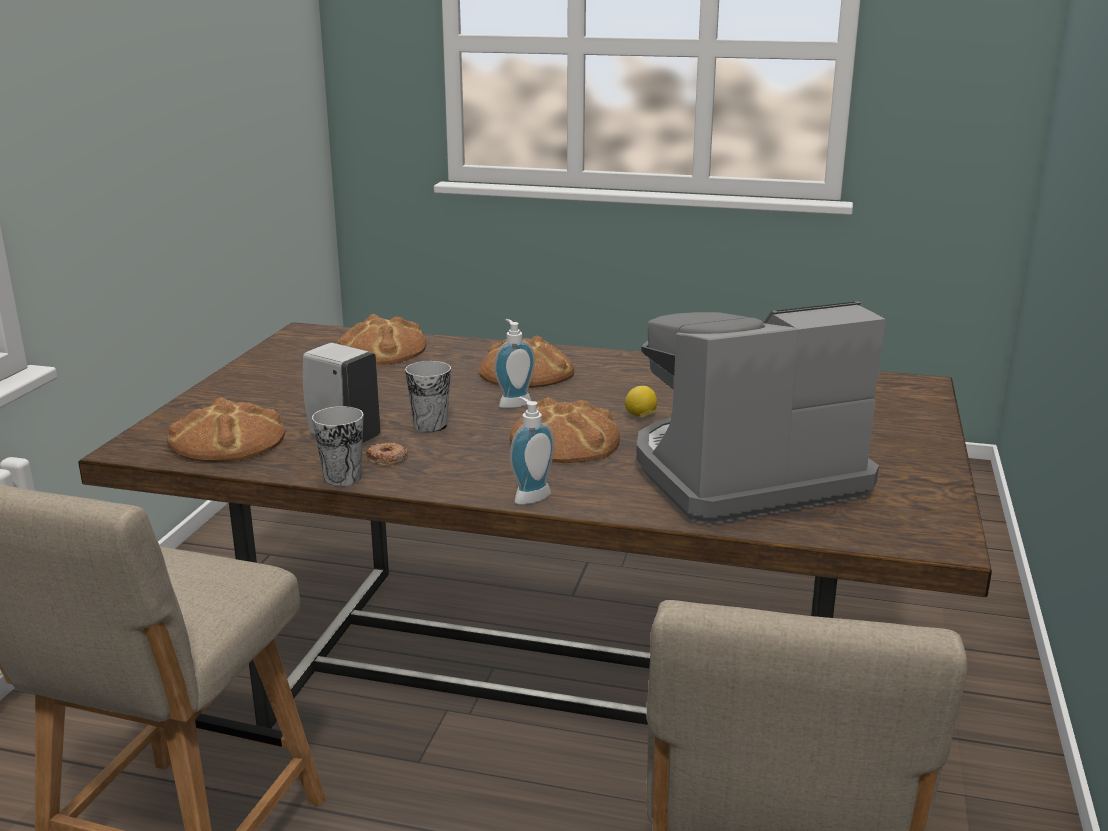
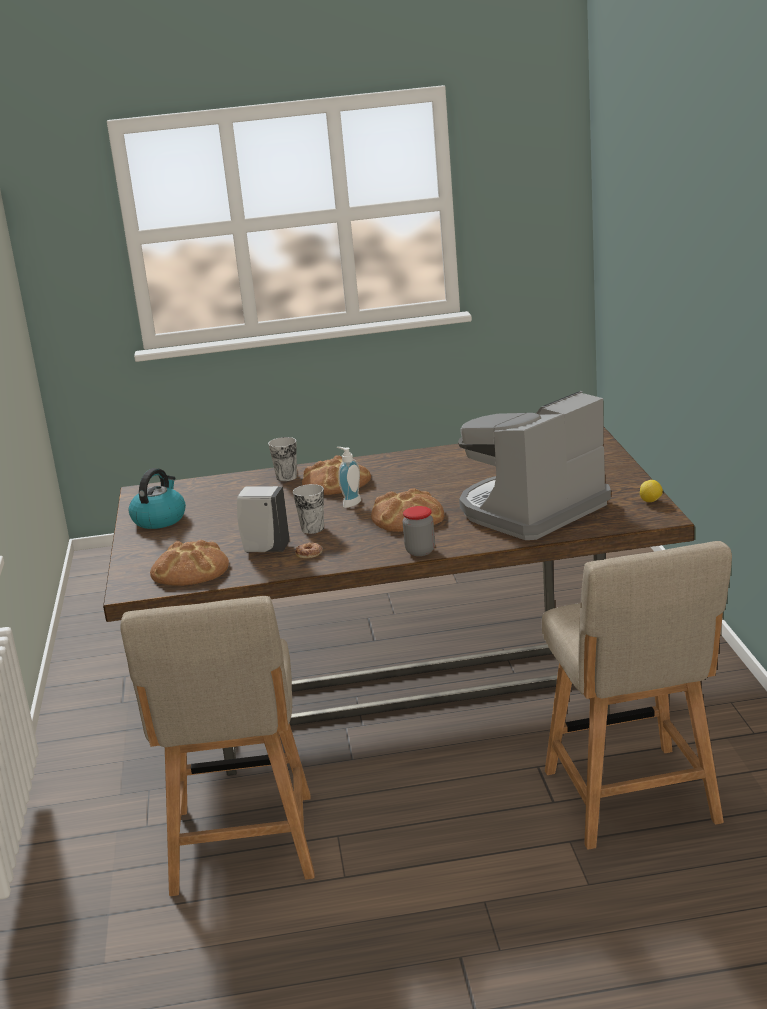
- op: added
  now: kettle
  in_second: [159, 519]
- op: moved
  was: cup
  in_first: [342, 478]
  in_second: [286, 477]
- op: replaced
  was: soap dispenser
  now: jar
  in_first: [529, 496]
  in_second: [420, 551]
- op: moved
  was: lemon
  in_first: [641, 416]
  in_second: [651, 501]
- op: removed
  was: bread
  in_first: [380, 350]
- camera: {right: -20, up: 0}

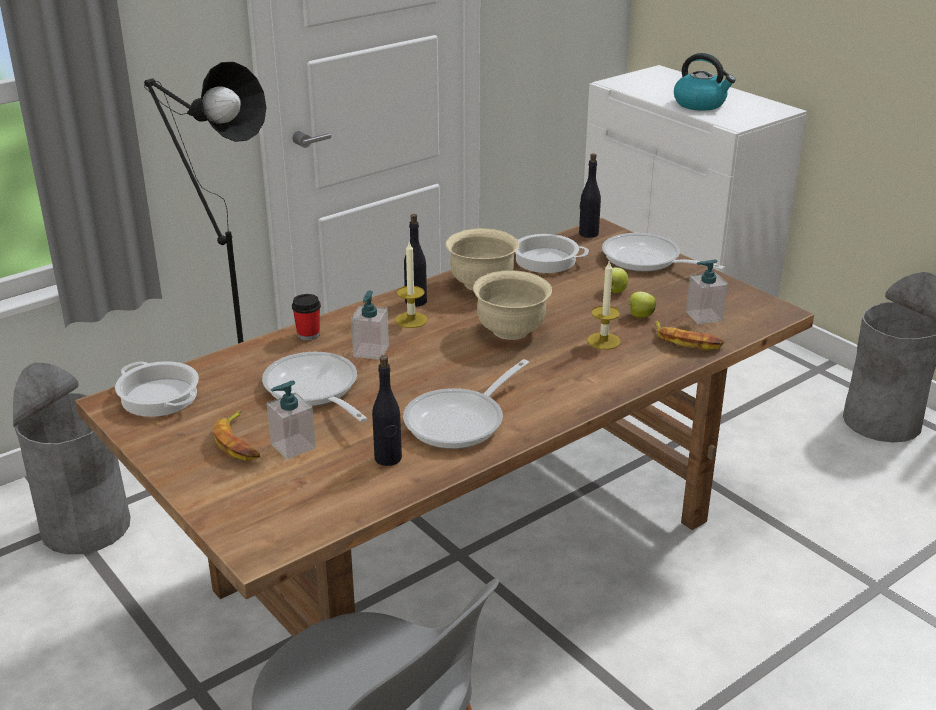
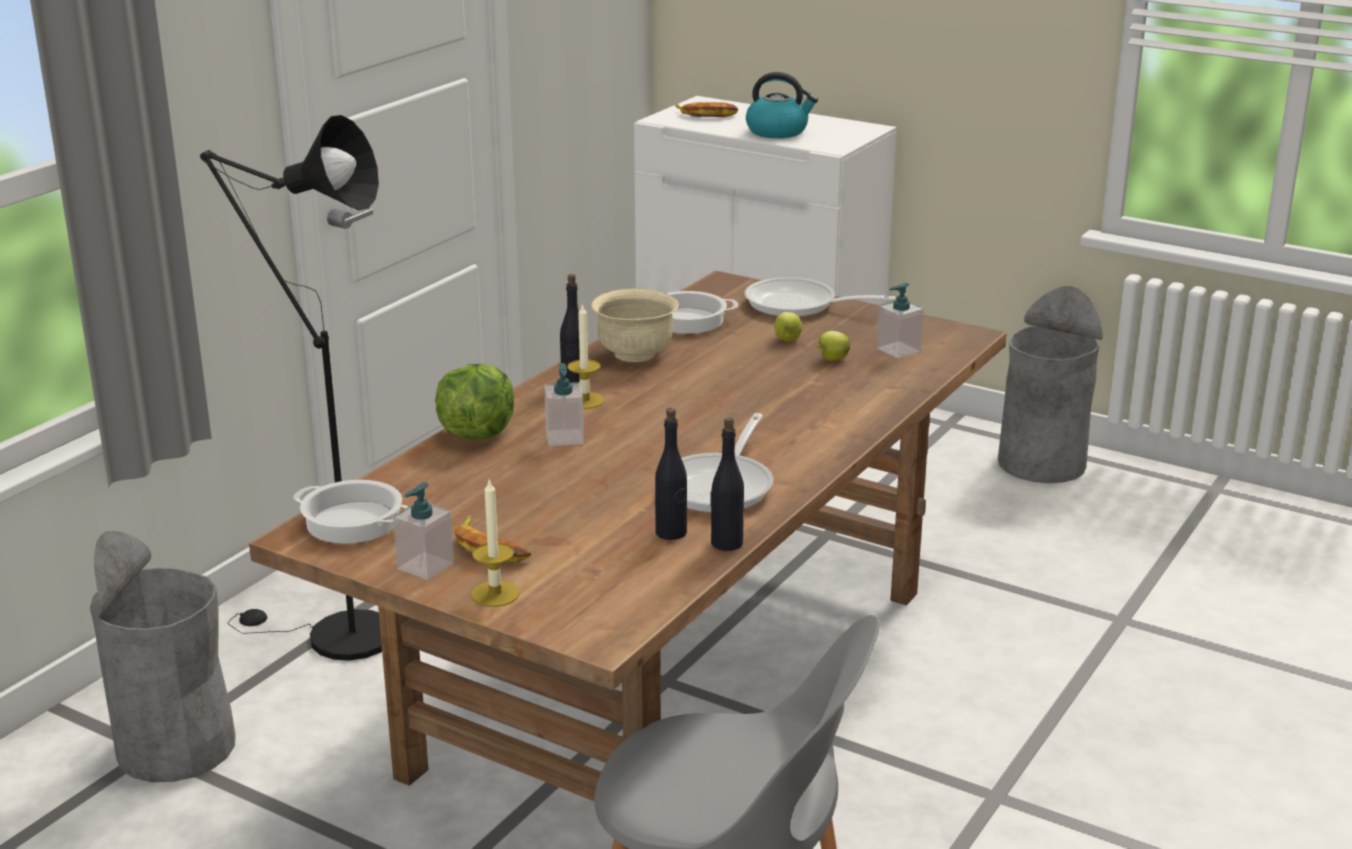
- op: moved
  was: soap dispenser
  in_first: [292, 446]
  in_second: [425, 566]
- op: replaced
  was: cup
  now: lettuce
  in_first: [308, 334]
  in_second: [477, 433]
- op: moved
  was: candle
  in_first: [603, 341]
  in_second: [495, 594]
- op: moved
  was: banana
  in_first: [686, 341]
  in_second: [706, 114]
- op: moved
  was: black bottle
  in_first: [588, 234]
  in_second: [726, 543]
- op: removed
  was: frying pan
  in_first: [314, 390]
- op: removed
  was: beige bowl
  in_first: [511, 331]
- camera: {right: -20, up: -5}

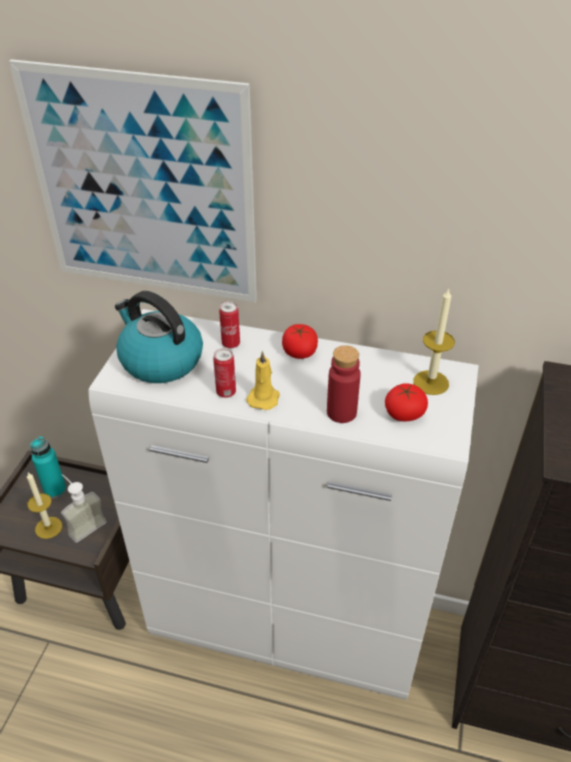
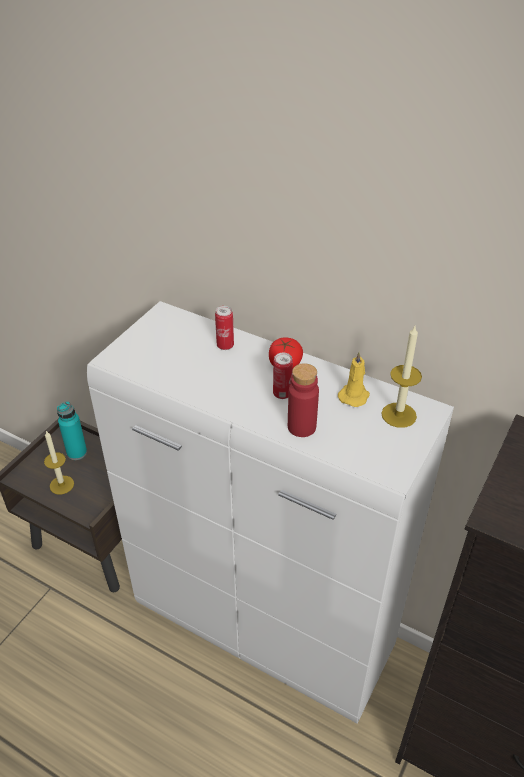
- op: moved
  was: can
  in_first: [226, 392]
  in_second: [282, 394]
- op: moved
  was: yellow candle
  in_first: [264, 397]
  in_second: [354, 395]
- op: removed
  was: picture
  in_first: [143, 188]
- op: removed
  was: soap dispenser
  in_first: [83, 524]
- op: removed
  was: kettle
  in_first: [160, 360]
- op: removed
  was: tomato
  in_first: [404, 413]
- camera: {right: 15, up: 0}

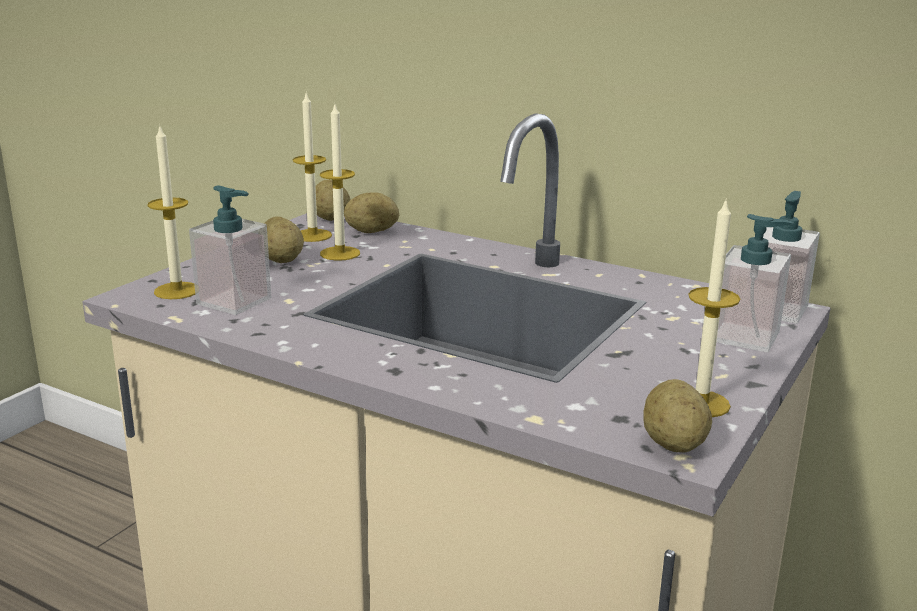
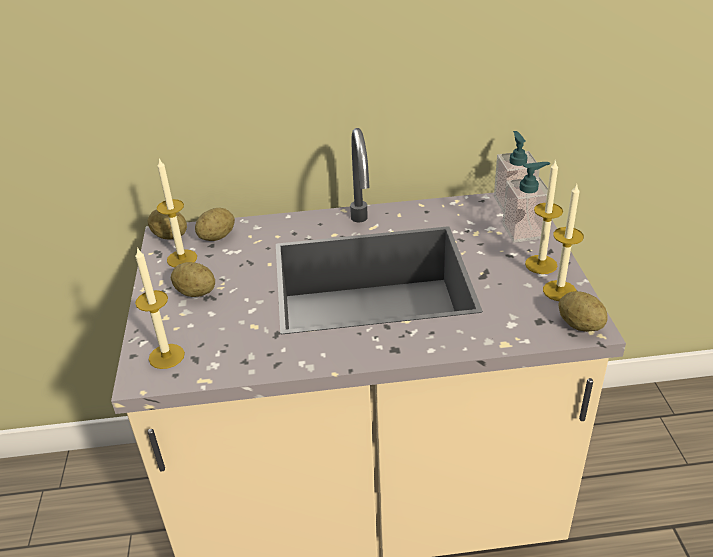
- op: moved
  was: candle
  in_first: [340, 253]
  in_second: [541, 264]
- op: removed
  was: soap dispenser
  in_first: [234, 301]
- camera: {right: -35, up: 15}

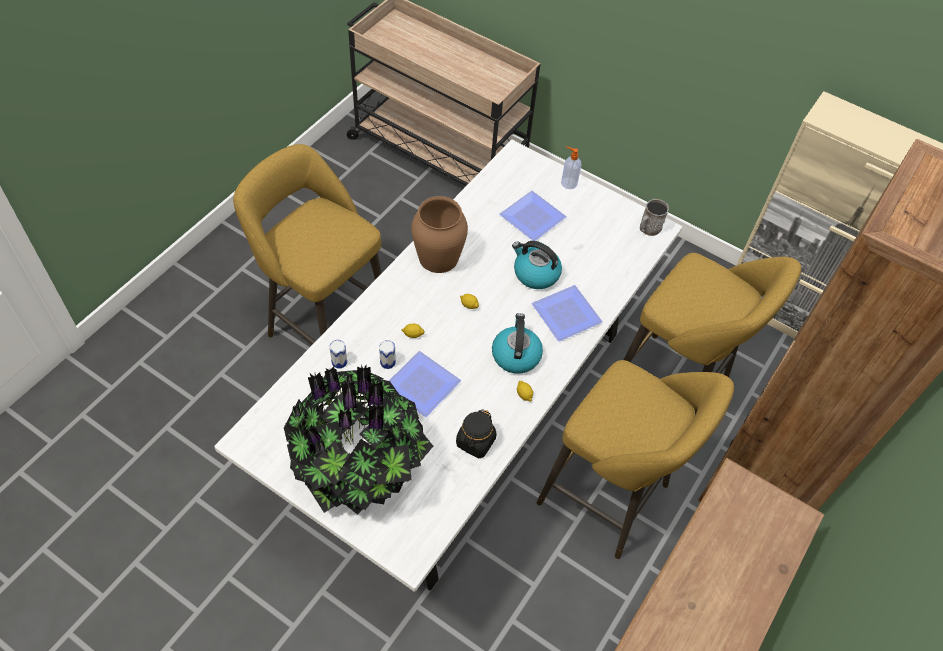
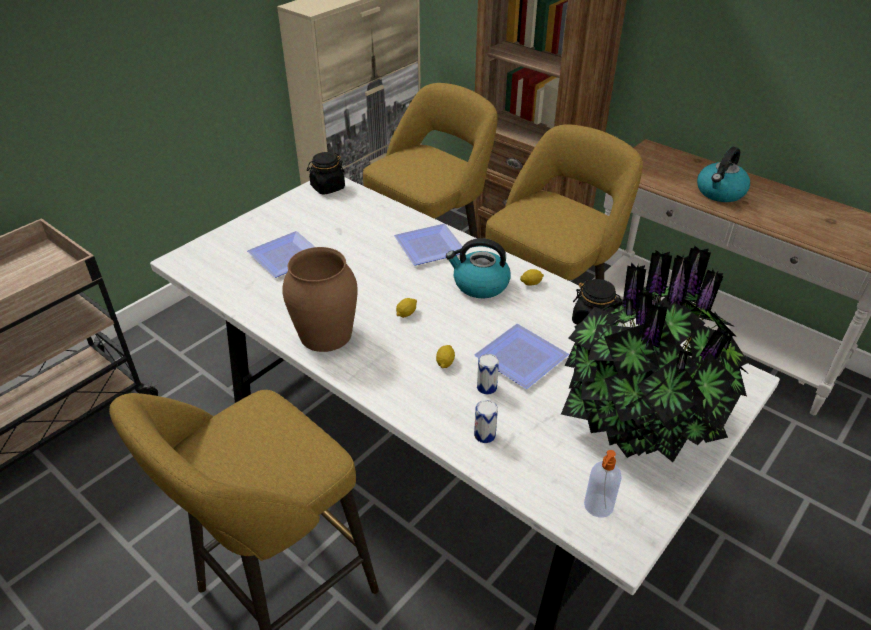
- op: replaced
  was: grey mug
  now: black jar
  in_first: [648, 229]
  in_second: [327, 187]
- op: moved
  was: soap dispenser
  in_first: [568, 183]
  in_second: [598, 506]
- op: moved
  was: kettle
  in_first: [535, 274]
  in_second: [720, 193]
- camera: {right: -80, up: -15}

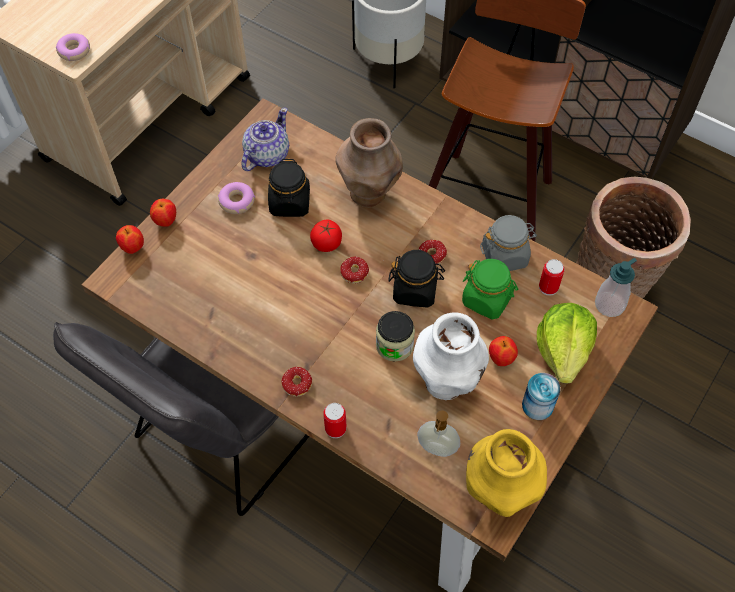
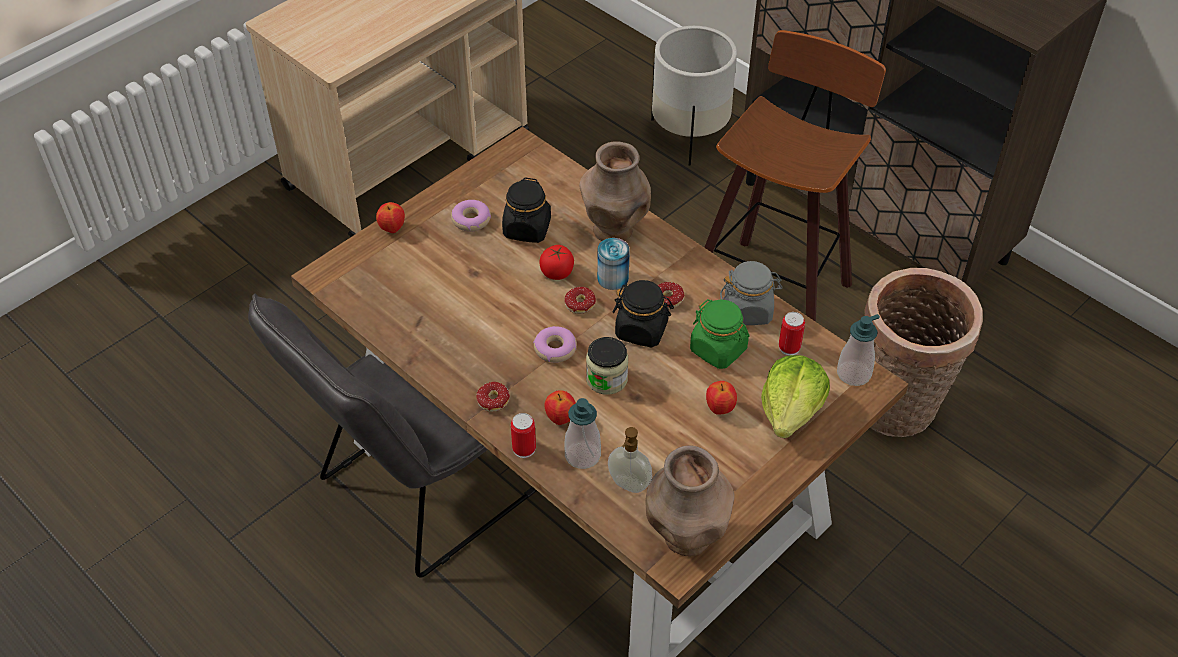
- op: moved
  was: donut
  in_first: [74, 51]
  in_second: [555, 349]
- op: moved
  was: apple
  in_first: [133, 248]
  in_second: [560, 418]
- op: added
  now: soap dispenser
  in_second: [582, 455]
- op: moved
  was: can
  in_first: [537, 405]
  in_second: [612, 278]
- op: recoloured
  was: yellow vase
  now: brown vase
  in_first: [499, 493]
  in_second: [686, 538]
- op: removed
  was: teapot
  in_first: [266, 155]
- op: removed
  was: white vase
  in_first: [446, 382]
- camera: {right: 10, up: -10}

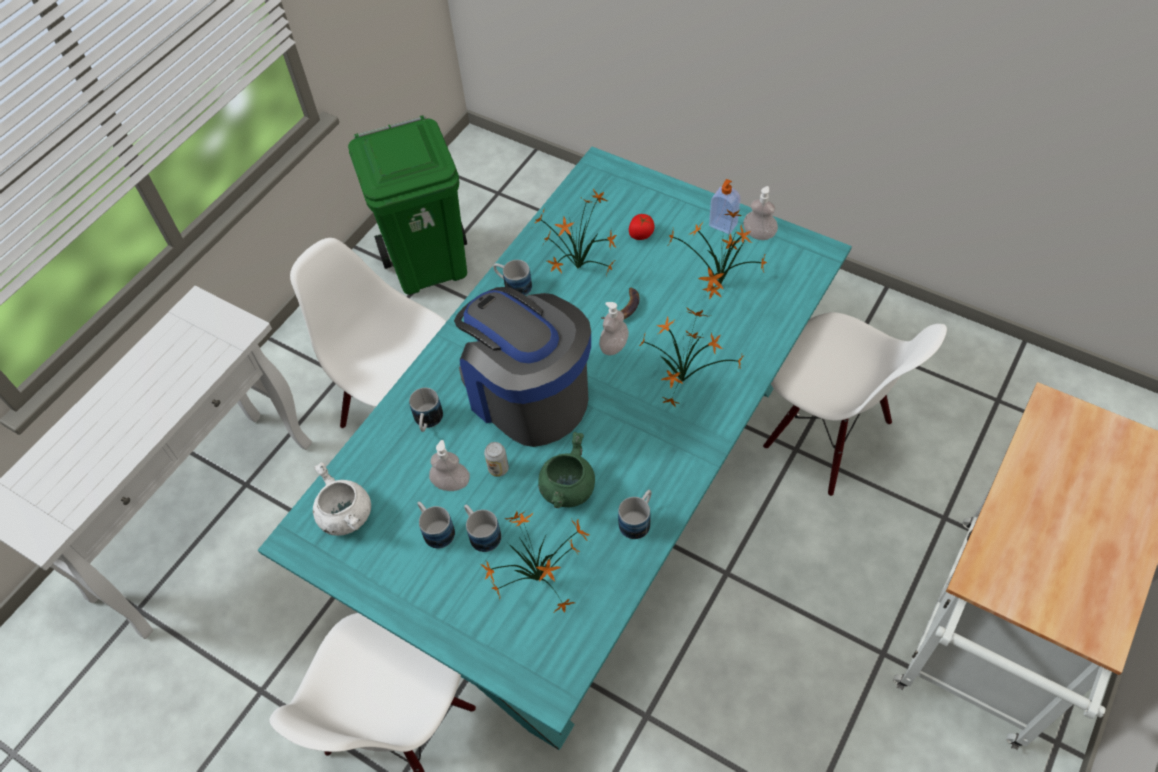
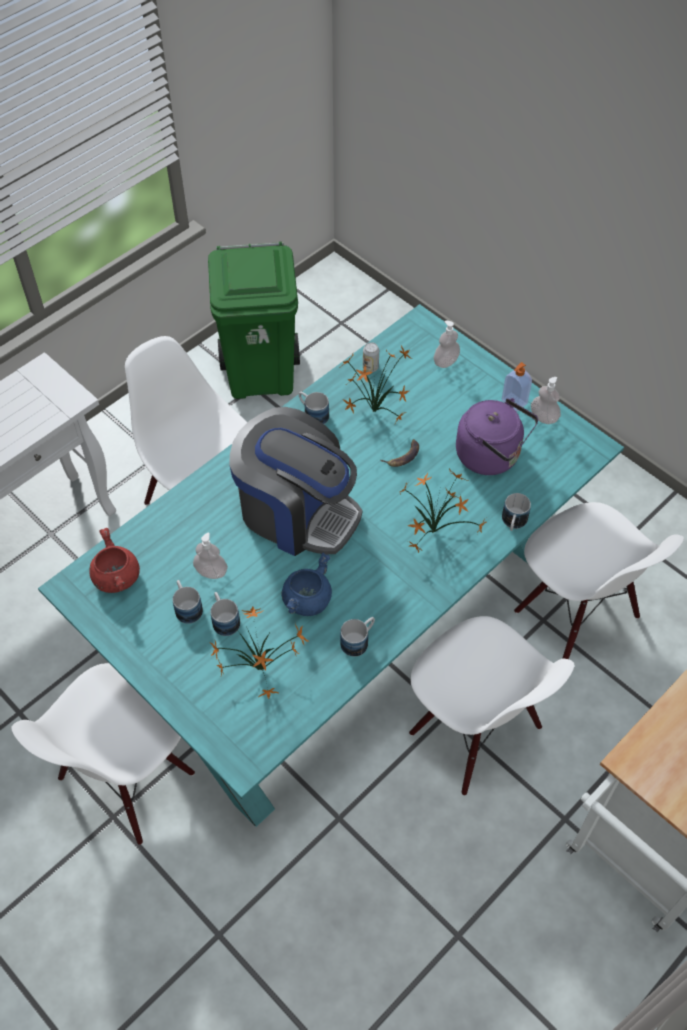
- op: recoloured
  was: white cooking pot
  now: red cooking pot
  in_first: [345, 515]
  in_second: [116, 577]
- op: turned
  was: coffee machine
  in_first: [527, 395]
  in_second: [297, 512]
  clockwise: 150
- op: recoloured
  was: green cooking pot
  now: blue cooking pot
  in_first: [567, 488]
  in_second: [306, 599]
- op: moved
  was: can
  in_first: [498, 468]
  in_second: [370, 367]
- op: added
  now: white chair
  in_second: [474, 732]
- op: moved
  was: soap dispenser
  in_first: [614, 346]
  in_second: [446, 361]
- op: replaced
  was: potted plant
  now: purple kettle
  in_first: [718, 286]
  in_second: [491, 456]
- op: moved
  was: mug
  in_first: [427, 422]
  in_second: [513, 523]
- op: removed
  was: tomato
  in_first: [641, 234]
- camera: {right: 10, up: 0}

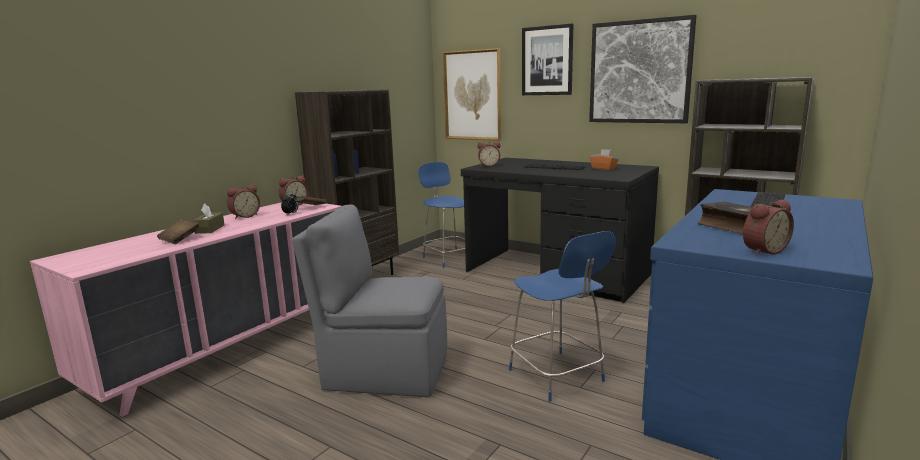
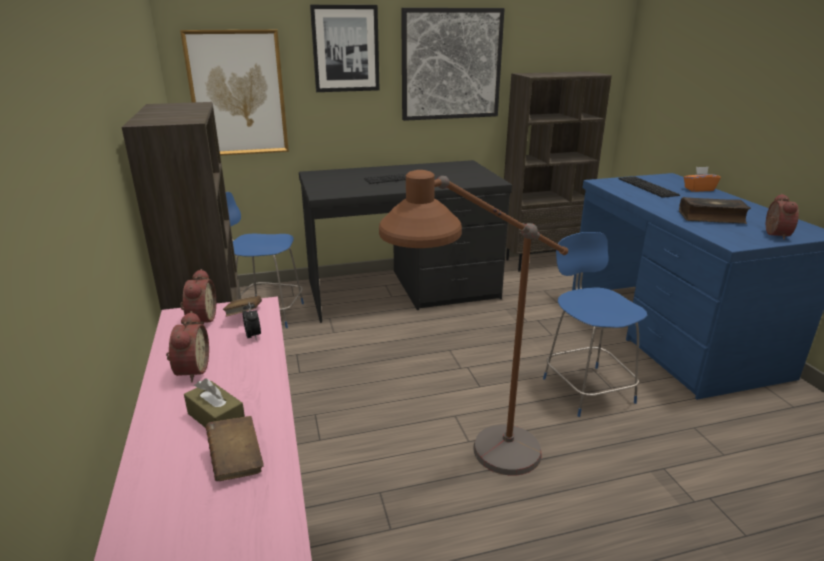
- op: replaced
  was: grey chair
  now: brown floor lamp
  in_first: [383, 371]
  in_second: [474, 473]
- op: turned
  was: blue chair
  in_first: [557, 377]
  in_second: [586, 388]
  clockwise: -120
- op: moved
  was: orange tissue box
  in_first: [603, 168]
  in_second: [698, 189]
- op: removed
  was: alarm clock
  in_first: [489, 165]
- camera: {right: -50, up: 10}

